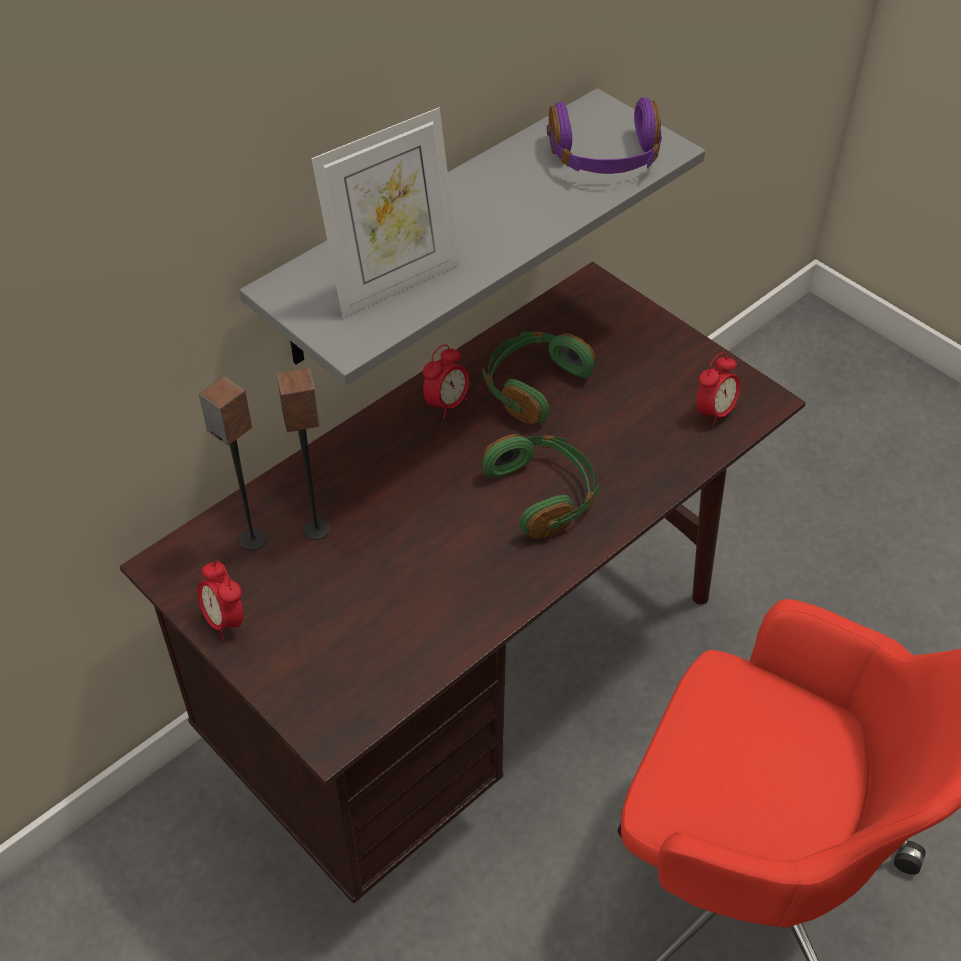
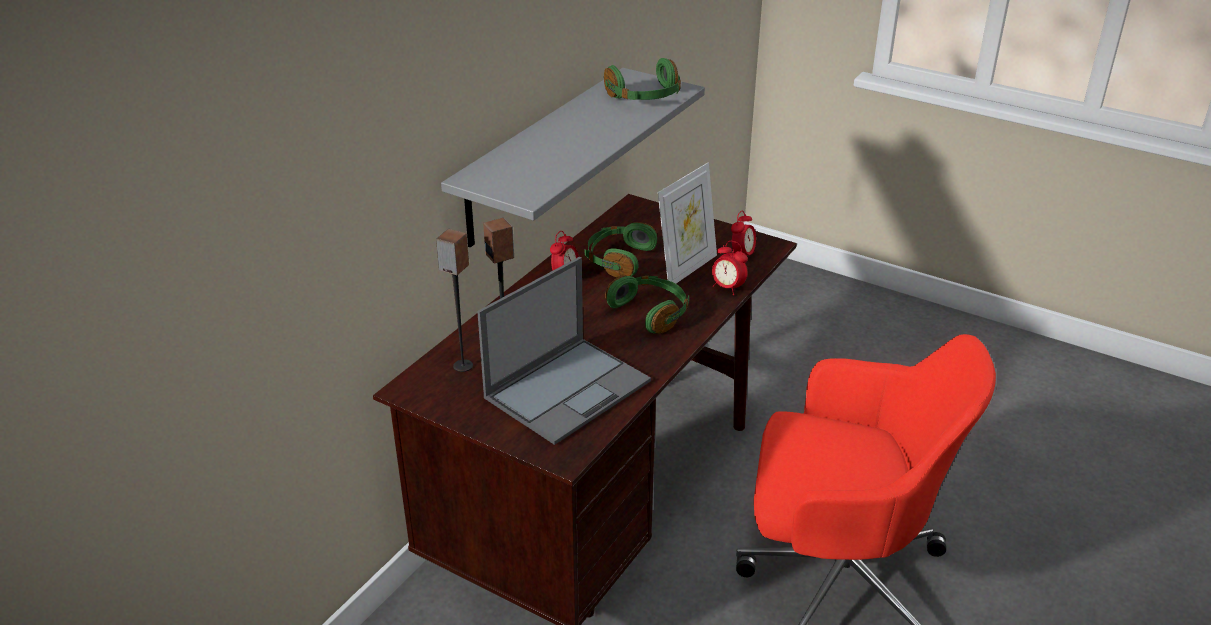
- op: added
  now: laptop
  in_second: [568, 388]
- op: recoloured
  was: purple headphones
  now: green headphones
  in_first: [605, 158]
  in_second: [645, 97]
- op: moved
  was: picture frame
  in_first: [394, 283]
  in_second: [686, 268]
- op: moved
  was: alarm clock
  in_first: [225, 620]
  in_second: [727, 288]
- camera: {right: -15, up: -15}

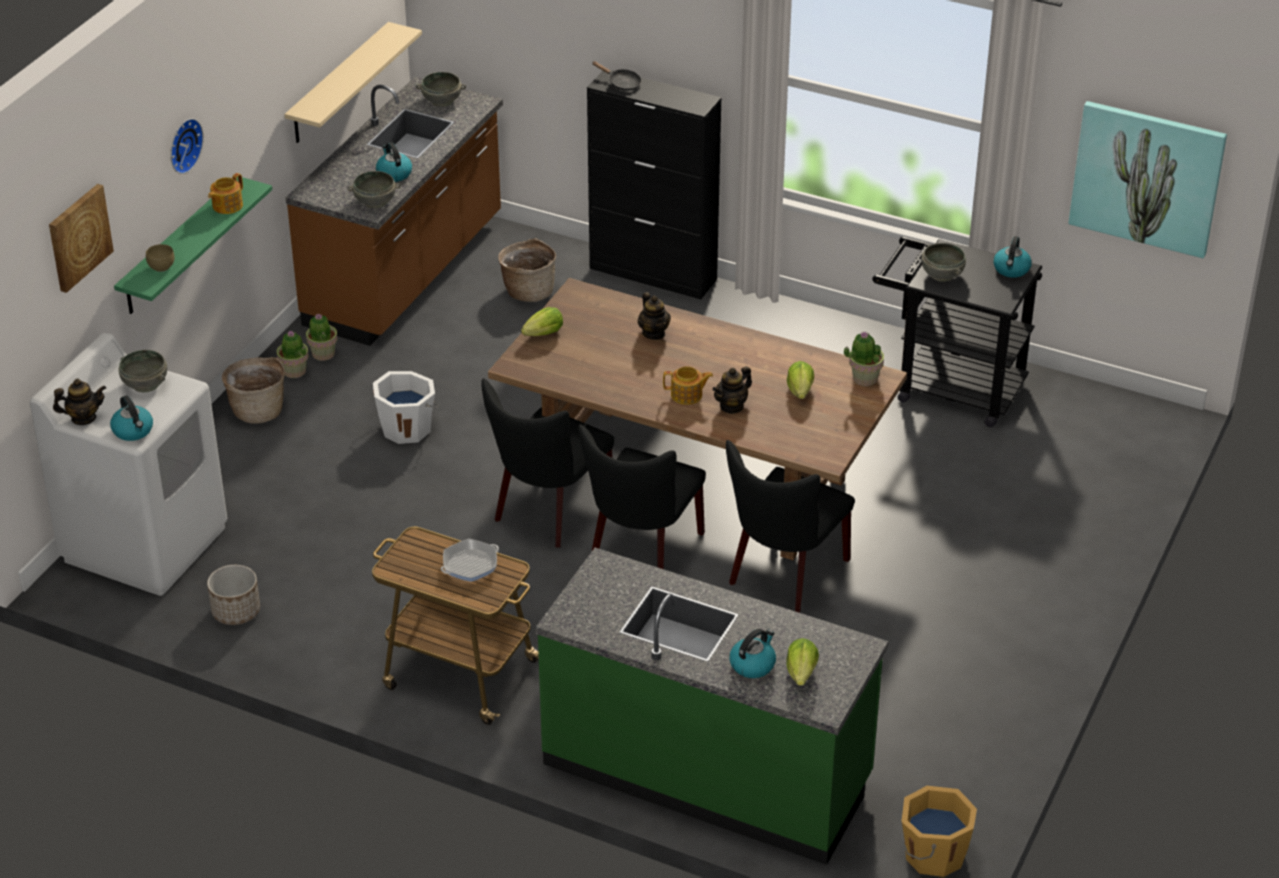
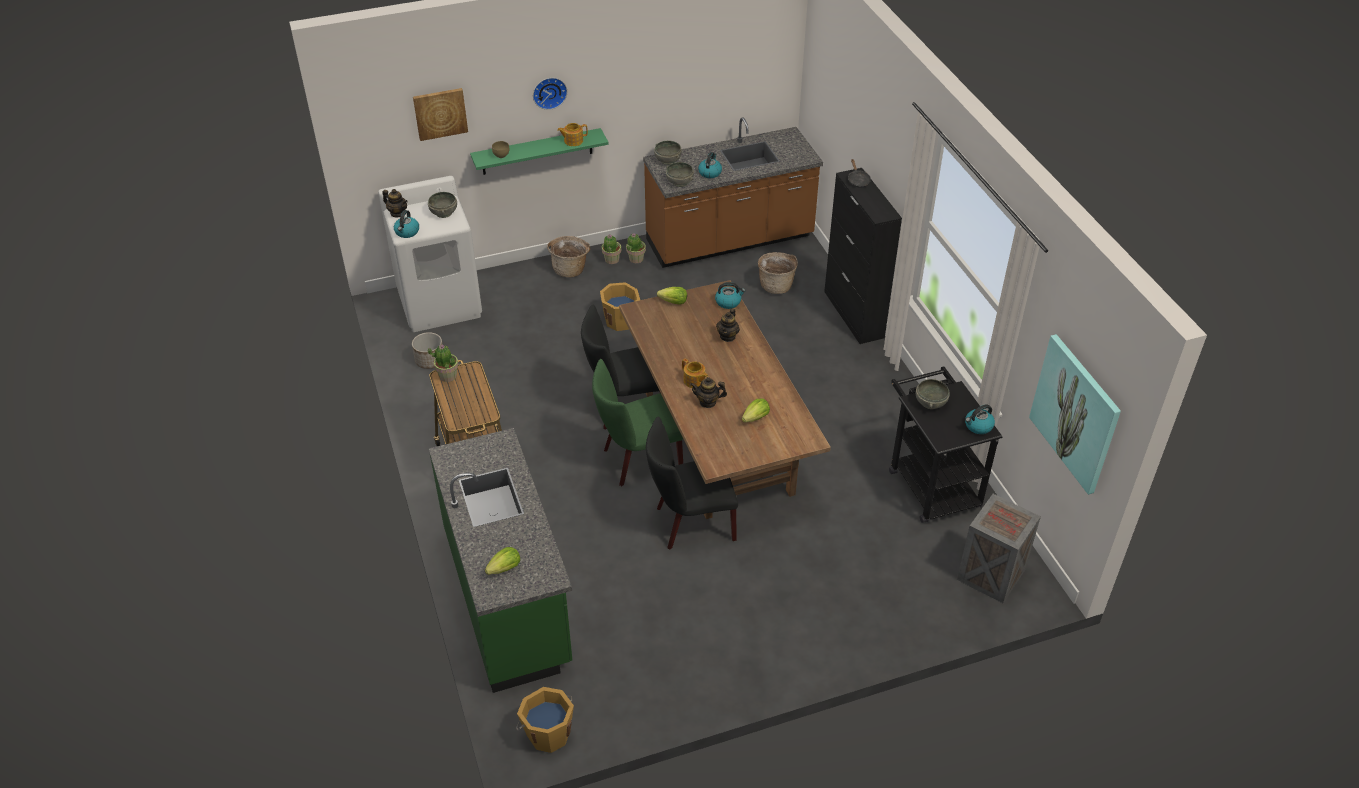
- op: moved
  was: potted plant
  in_first: [864, 378]
  in_second: [447, 375]
- op: recoloured
  was: black chair
  now: green chair
  in_first: [641, 554]
  in_second: [637, 461]
- op: recoloured
  was: white bucket
  now: orange bucket
  in_first: [407, 428]
  in_second: [621, 320]
- op: moved
  was: grey bowl
  in_first: [442, 100]
  in_second: [668, 160]
- op: moved
  was: kettle
  in_first: [752, 664]
  in_second: [728, 302]
- op: added
  now: crate
  in_second: [991, 576]
- op: removed
  was: beige shelf
  in_first: [339, 84]
- op: removed
  was: frying pan
  in_first: [470, 565]
- camera: {right: 45, up: 5}

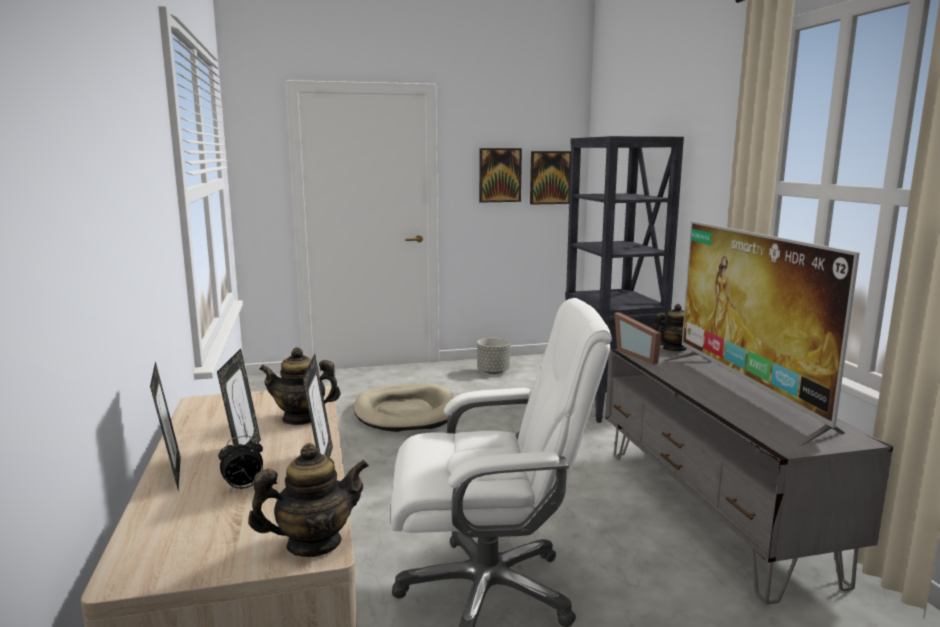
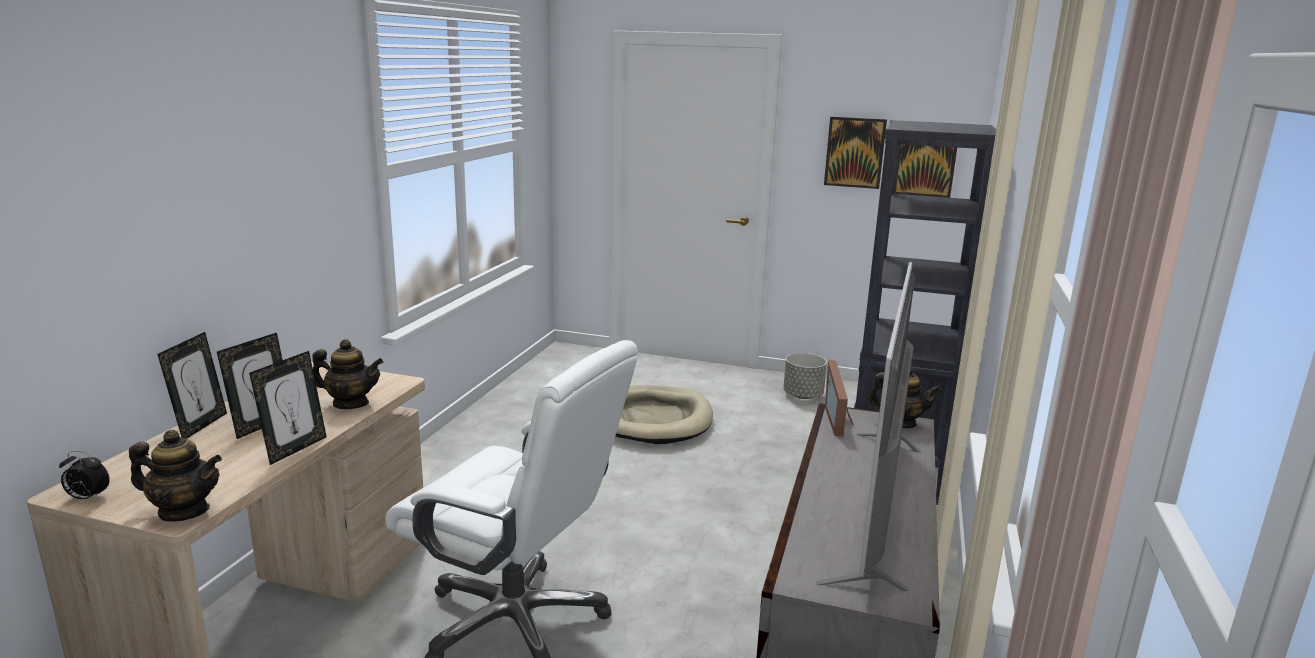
- op: moved
  was: alarm clock
  in_first: [243, 488]
  in_second: [87, 498]
- op: turned
  was: teapot
  in_first: [301, 418]
  in_second: [350, 404]
  clockwise: 150
- camera: {right: 30, up: 5}

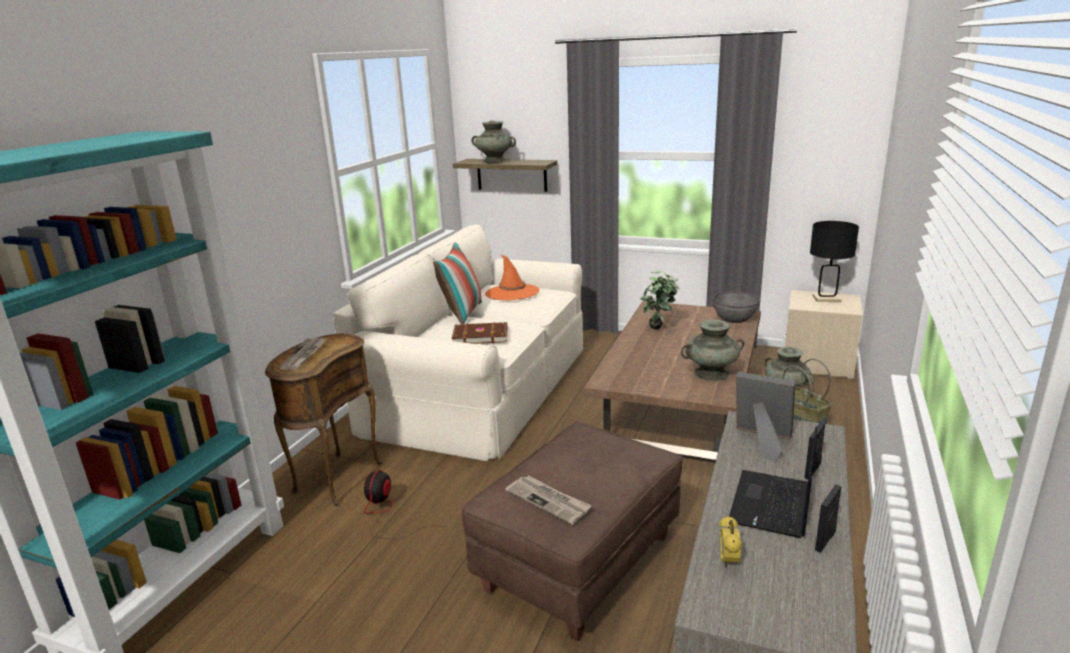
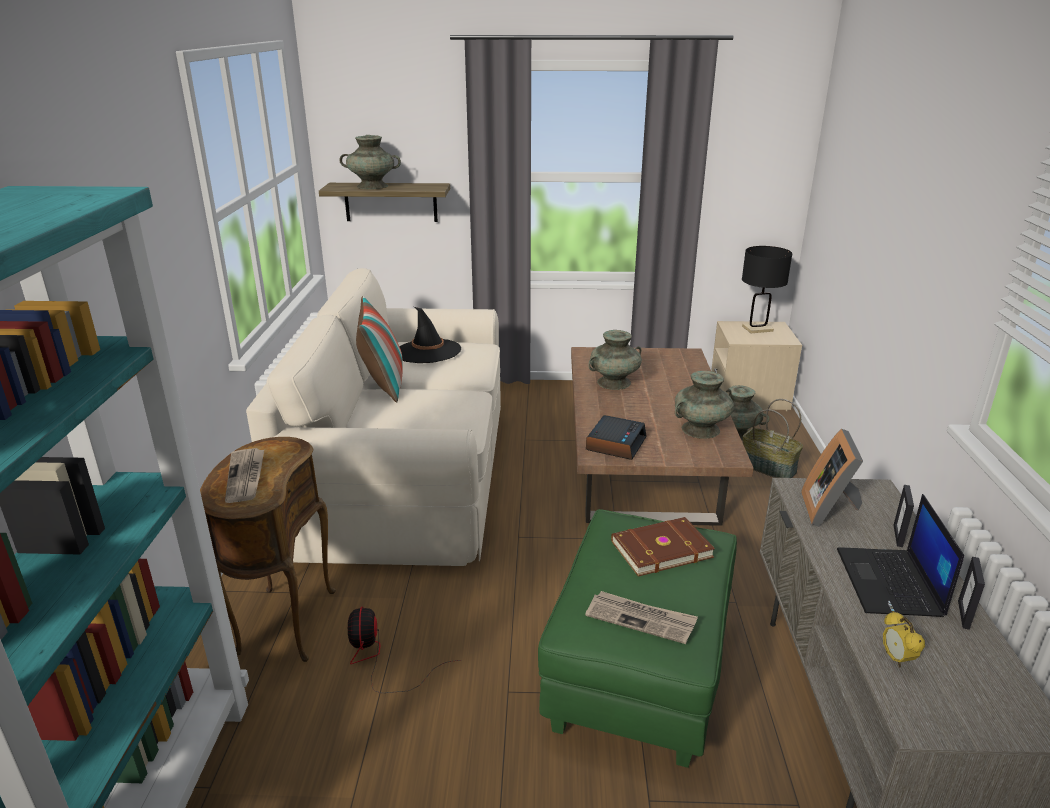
- op: recoloured
  was: orange hat
  now: black hat
  in_first: [512, 293]
  in_second: [428, 351]
- op: recoloured
  was: brown ottoman
  now: green ottoman
  in_first: [579, 564]
  in_second: [638, 674]
- op: added
  now: alarm clock
  in_second: [615, 443]
- op: replaced
  was: potted plant
  now: turquoise vase
  in_first: [659, 330]
  in_second: [613, 382]
- op: moved
  was: brown book
  in_first: [480, 336]
  in_second: [660, 548]
- op: turned
  was: picture frame
  in_first: [762, 442]
  in_second: [830, 510]
  clockwise: -90
- op: removed
  was: grey bowl
  in_first: [734, 318]
- camera: {right: -20, up: 5}

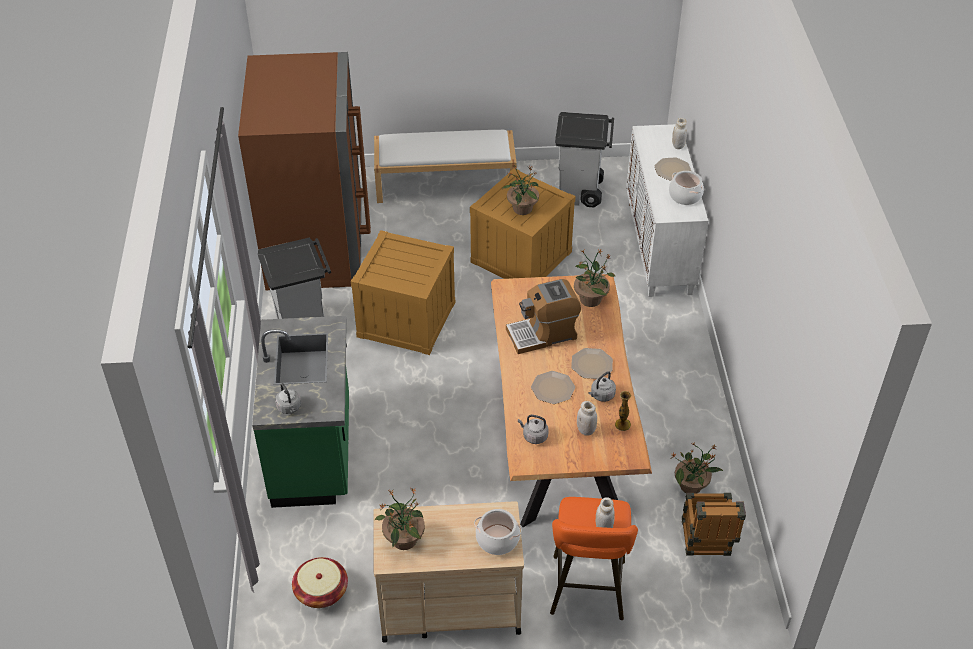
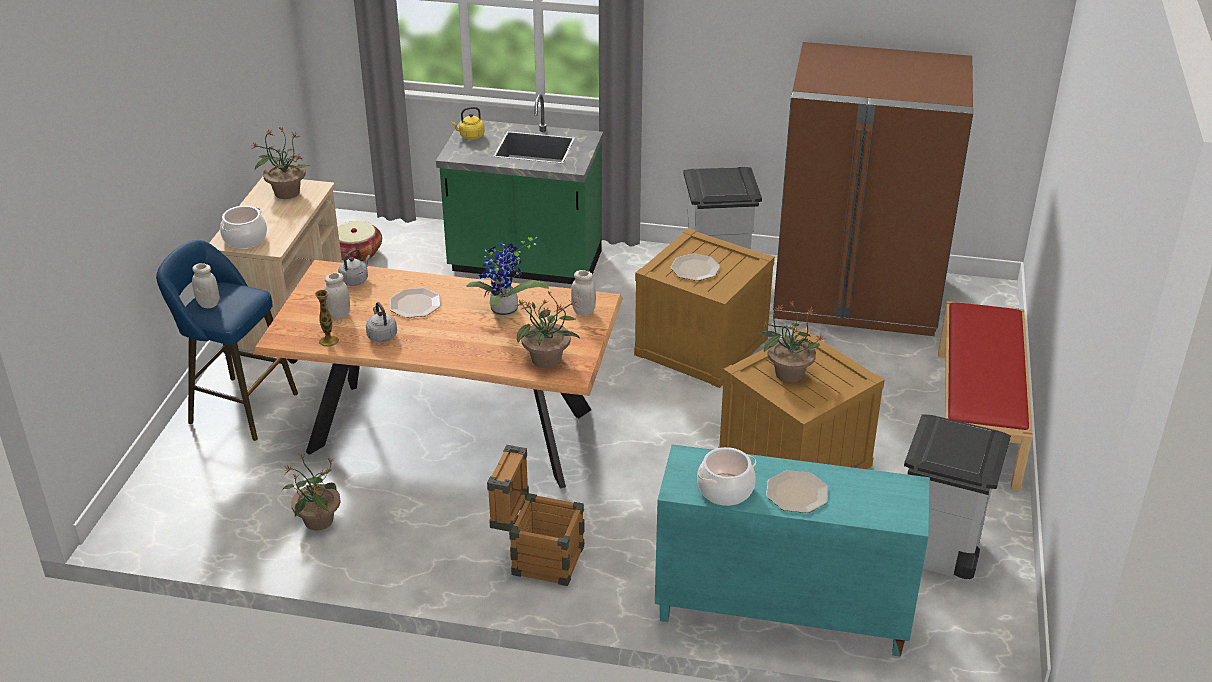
- op: recoloured
  was: orange stool
  now: blue stool
  in_first: [587, 592]
  in_second: [238, 407]
- op: recoloured
  was: grey kettle
  now: yellow kettle
  in_first: [289, 408]
  in_second: [470, 136]
- op: replaced
  was: coffee machine
  now: potted plant
  in_first: [543, 334]
  in_second: [505, 312]
- op: moved
  was: crate
  in_first: [706, 543]
  in_second: [538, 558]
- op: moved
  was: white jar
  in_first: [678, 145]
  in_second: [583, 311]
- op: recoloured
  was: white cabinet
  now: turquoise cabinet
  in_first: [660, 248]
  in_second: [780, 613]
- op: moved
  was: plate
  in_first: [592, 364]
  in_second: [695, 269]
- op: recoloured
  was: white bench
  now: red bench
  in_first: [446, 183]
  in_second: [977, 418]
- camera: {right: 105, up: -10}

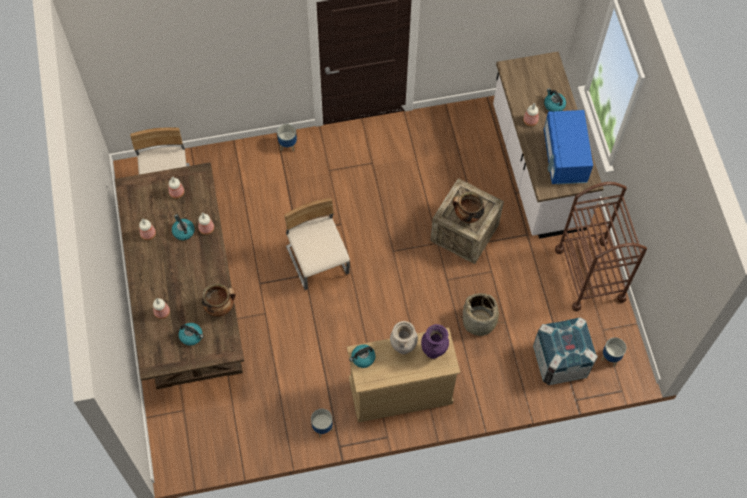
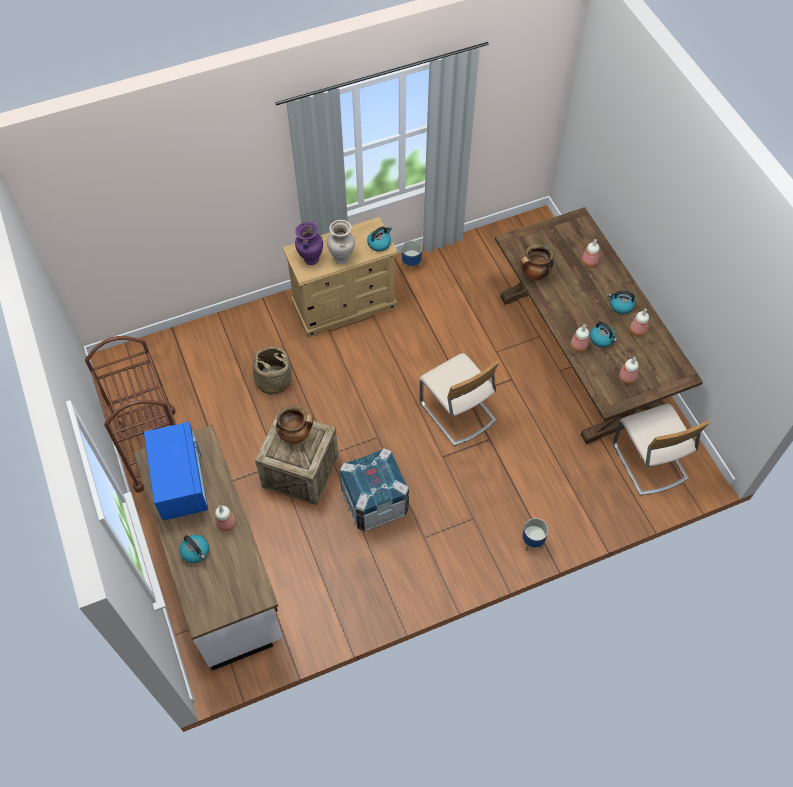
- op: moved
  was: crate
  in_first: [560, 360]
  in_second: [374, 502]
- op: moved
  was: kettle
  in_first: [191, 336]
  in_second: [620, 306]
- op: removed
  was: planter
  in_first: [610, 357]
- camera: {right: 170, up: -5}

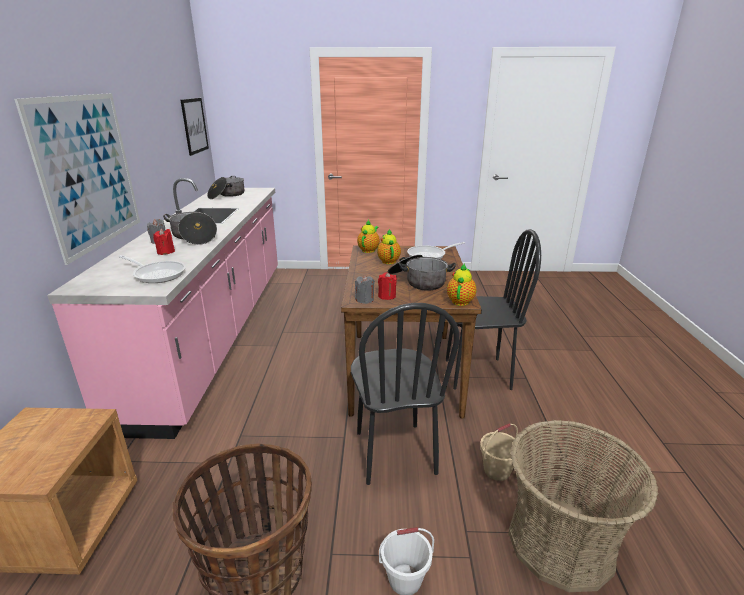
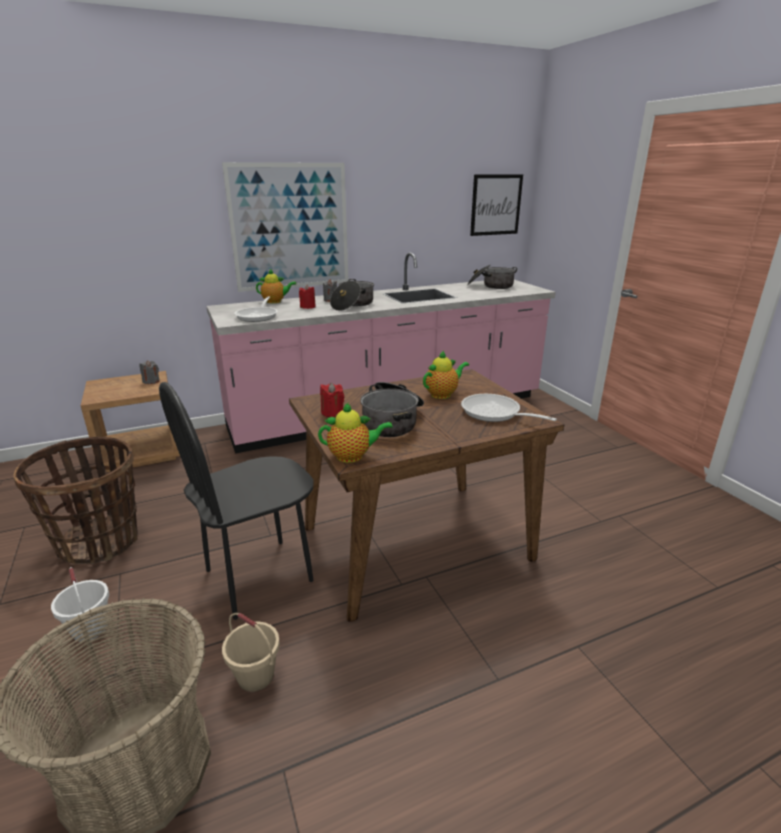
- op: moved
  was: grey candle
  in_first: [364, 300]
  in_second: [151, 381]
- op: moved
  was: teapot
  in_first: [369, 250]
  in_second: [275, 301]
- op: removed
  was: black chair
  in_first: [477, 373]
- camera: {right: 65, up: 0}

